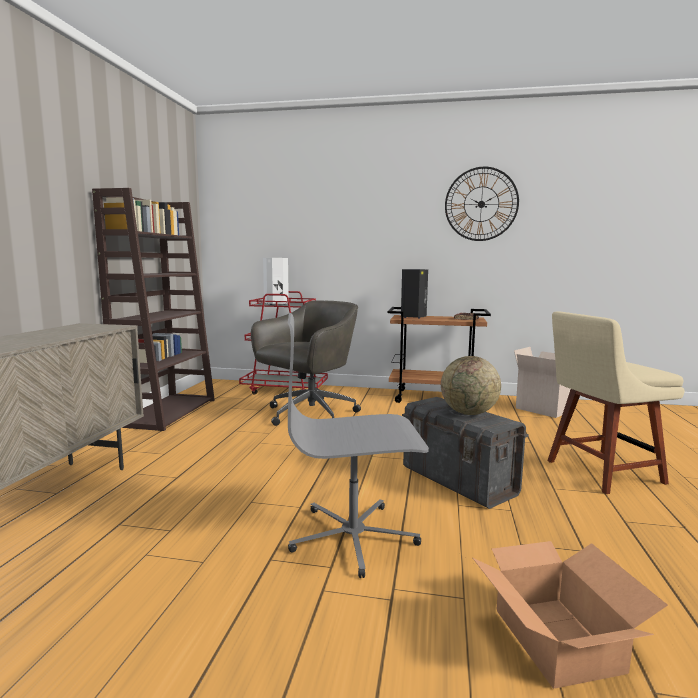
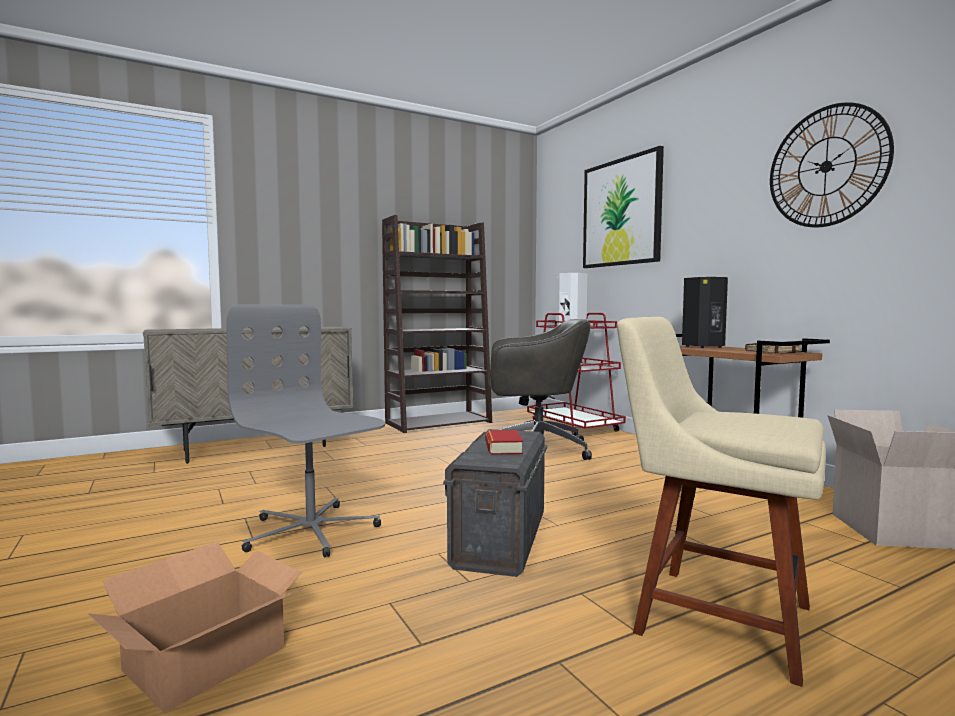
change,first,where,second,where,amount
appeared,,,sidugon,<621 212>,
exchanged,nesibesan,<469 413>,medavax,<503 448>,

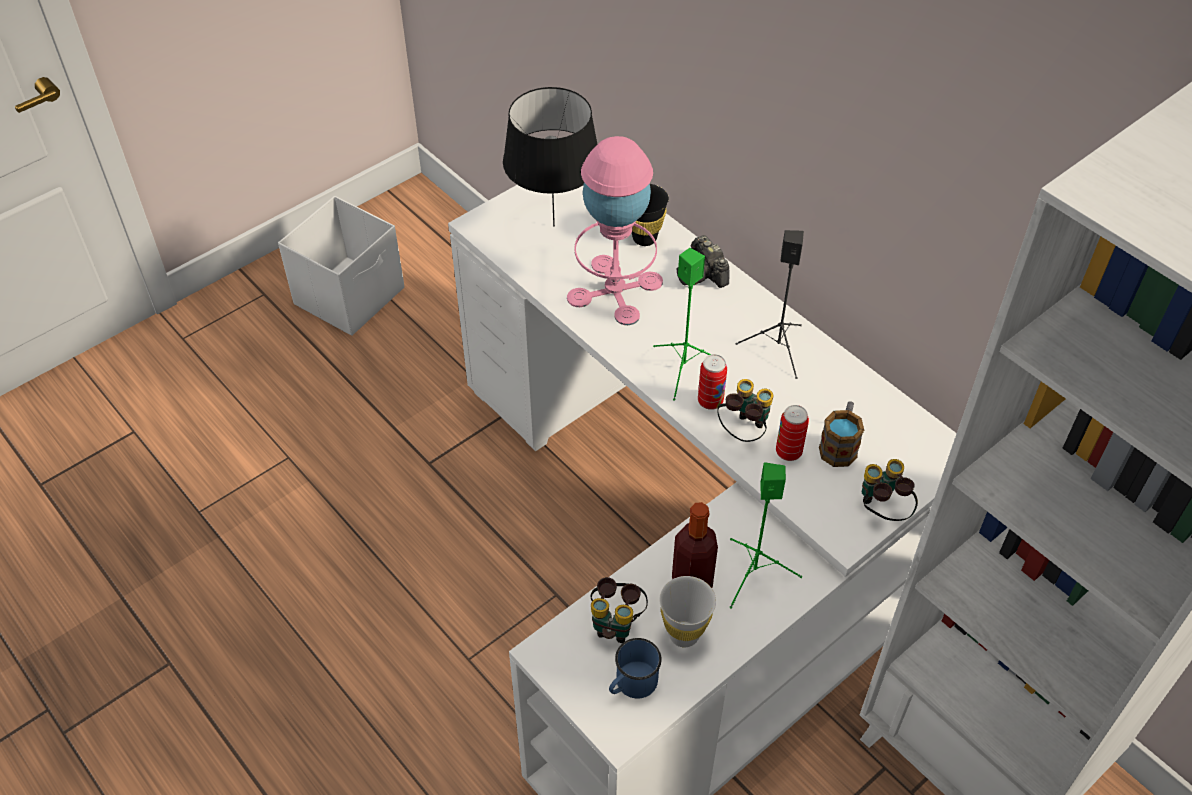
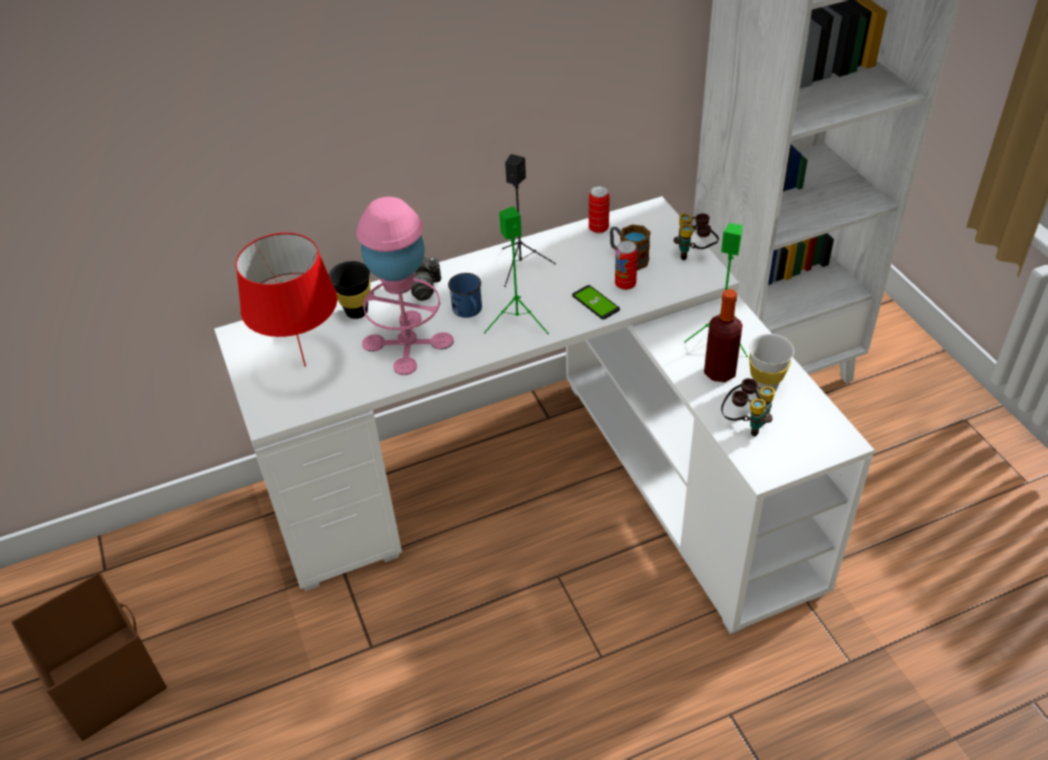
change,first,where,second,where,amount
relocated,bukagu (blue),<631 684>,,<469 311>,
relocated,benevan,<710 401>,,<598 229>,
exchanged,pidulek,<743 431>,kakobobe,<595 303>,
colour,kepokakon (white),<351 296>,kepokakon (brown),<107 680>,
colour,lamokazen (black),<553 225>,lamokazen (red),<304 366>,

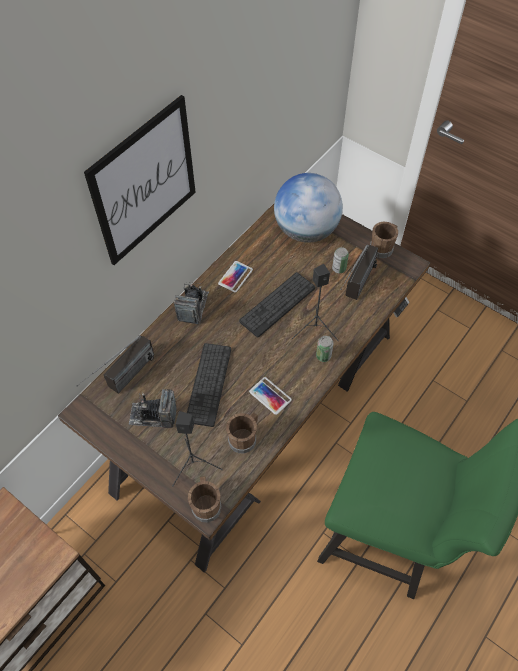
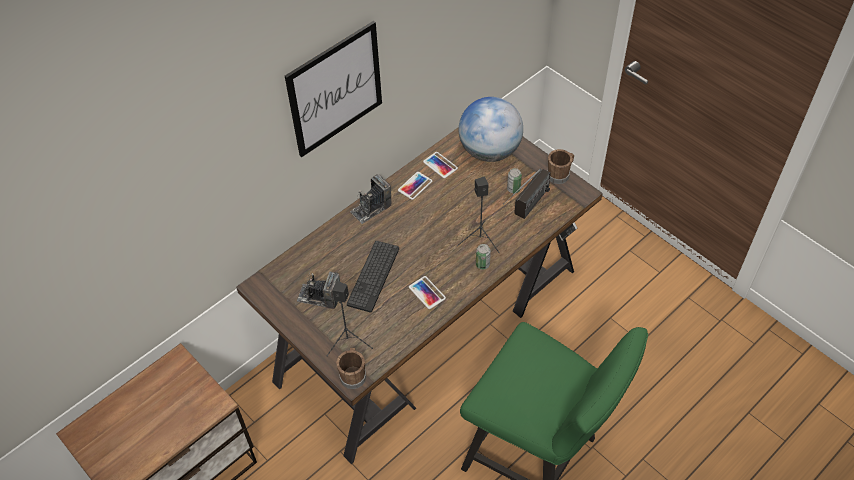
change,first,where,second,where,amount
missing,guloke,<123 382>,,,
missing,bukagu (brown),<244 437>,,,
missing,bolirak,<277 304>,,,
appeared,,,kakobobe,<440 165>,
spun,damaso,<193 307>,,<371 208>,150 degrees counterclockwise

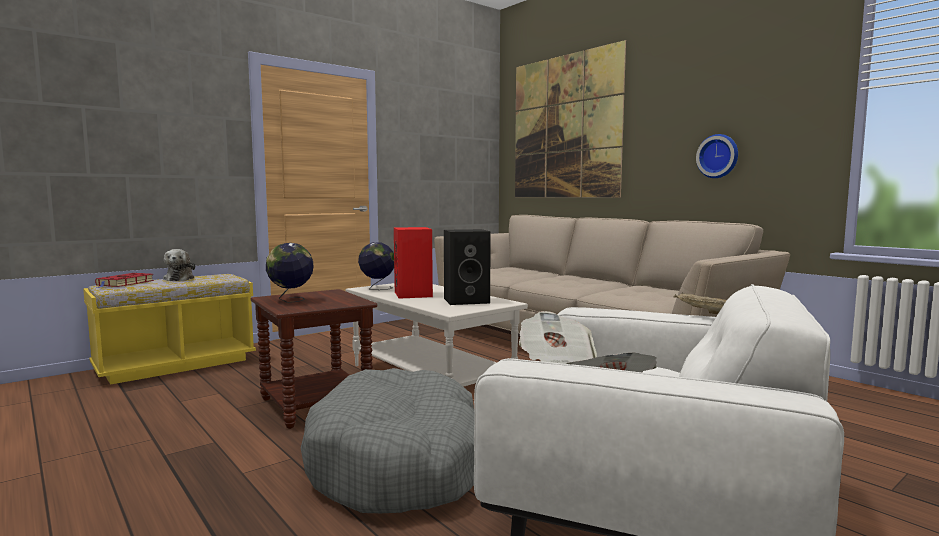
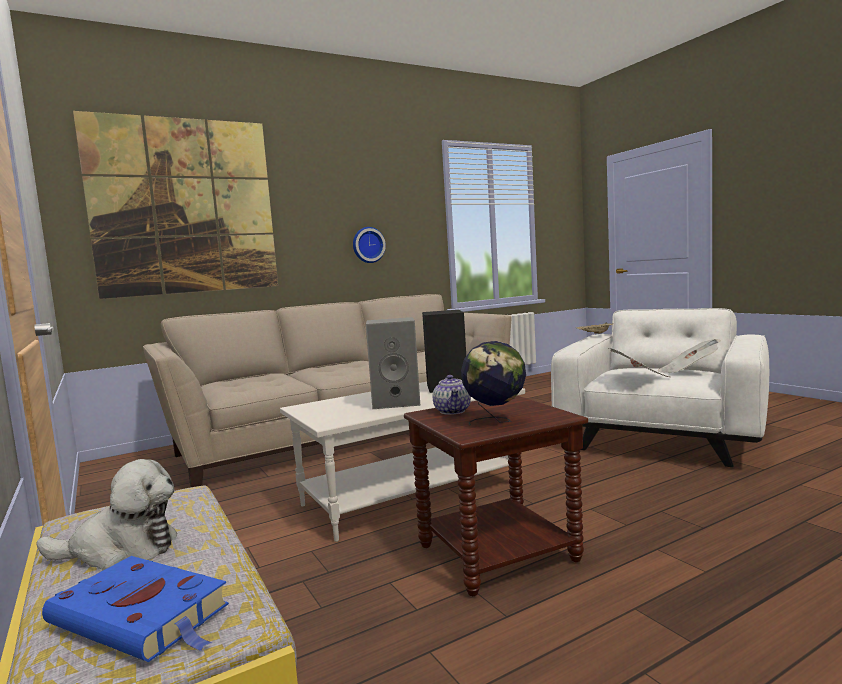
change,first,where,second,where,amount
missing,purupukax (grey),<399 463>,,,
missing,nesibesan,<377 288>,,,
appeared,,,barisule,<453 411>,
colour,medavax (red),<124 283>,medavax (blue),<143 616>,
colour,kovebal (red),<414 294>,kovebal (grey),<397 402>,

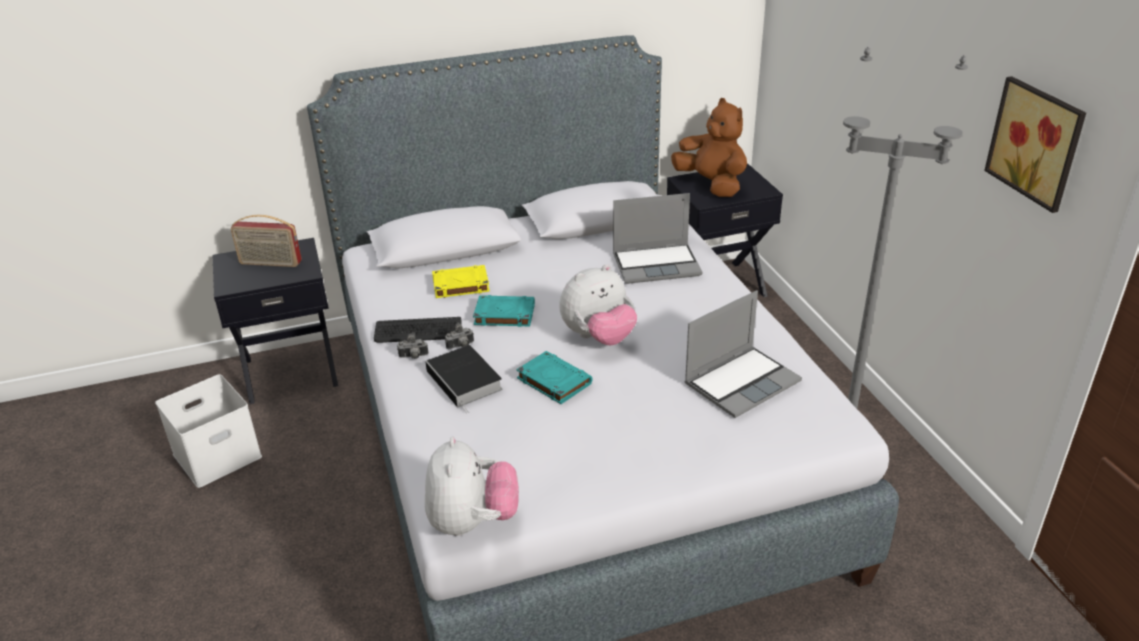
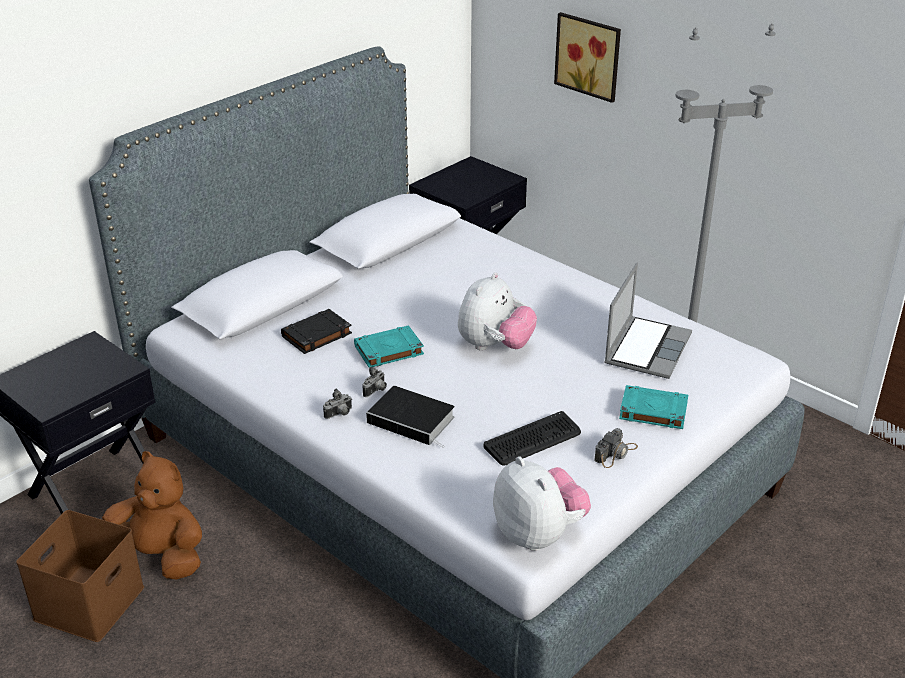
change,first,where,second,where,amount
missing,guloke,<270 263>,,,
missing,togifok,<657 264>,,,
appeared,,,damaso,<615 453>,
relocated,bolirak,<418 331>,,<533 440>,
relocated,medavax (turquoise),<553 381>,,<652 411>,
relocated,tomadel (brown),<711 185>,,<160 555>,
relocated,sidugon,<1038 142>,,<589 56>,
colour,kepokakon (white),<218 454>,kepokakon (brown),<89 601>,
colour,medavax (yellow),<460 285>,medavax (black),<316 335>,

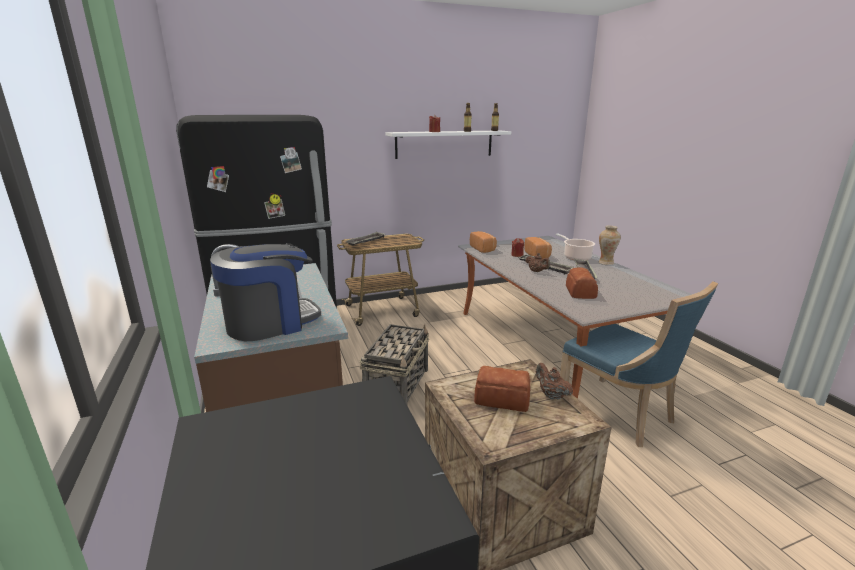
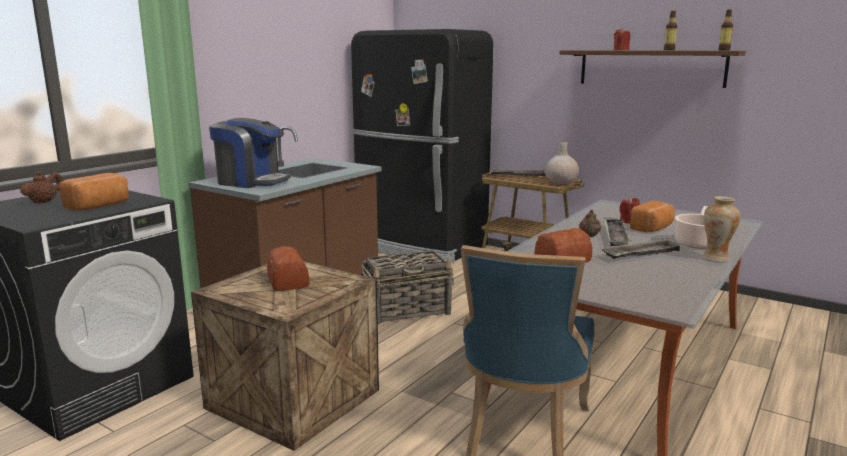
change,first,where,second,where,amount
appeared,,,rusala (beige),<561 182>,
relocated,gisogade,<483 249>,,<99 206>,
relocated,barisule (brown),<551 395>,,<44 202>,
colour,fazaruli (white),<444 144>,fazaruli (brown),<650 68>,

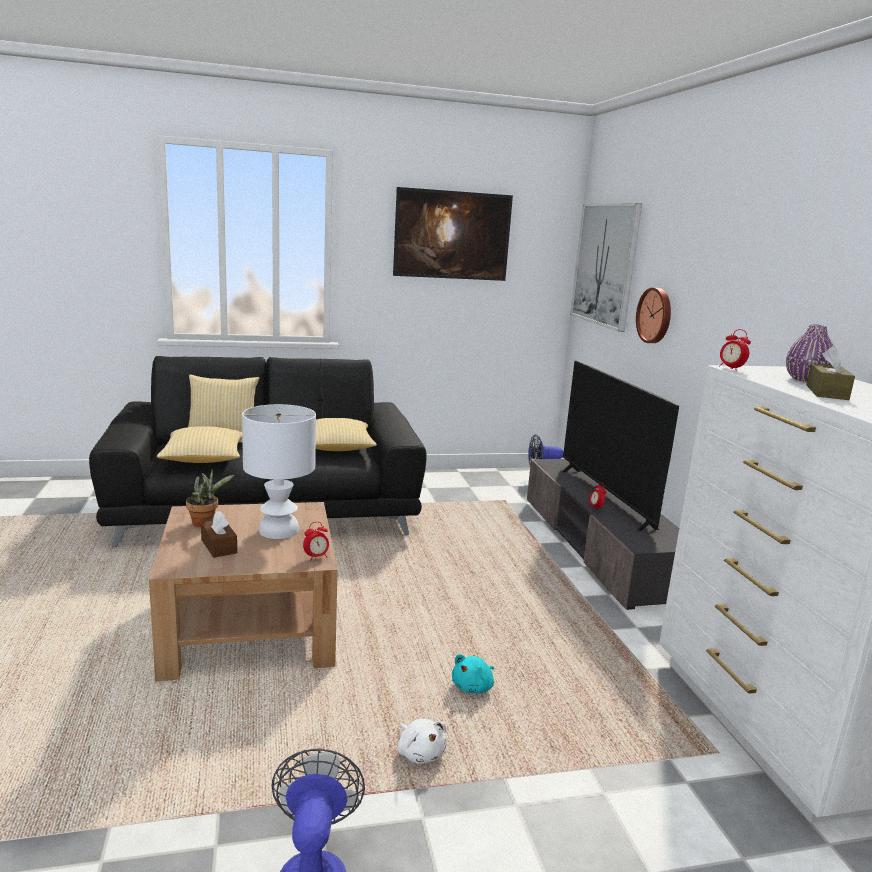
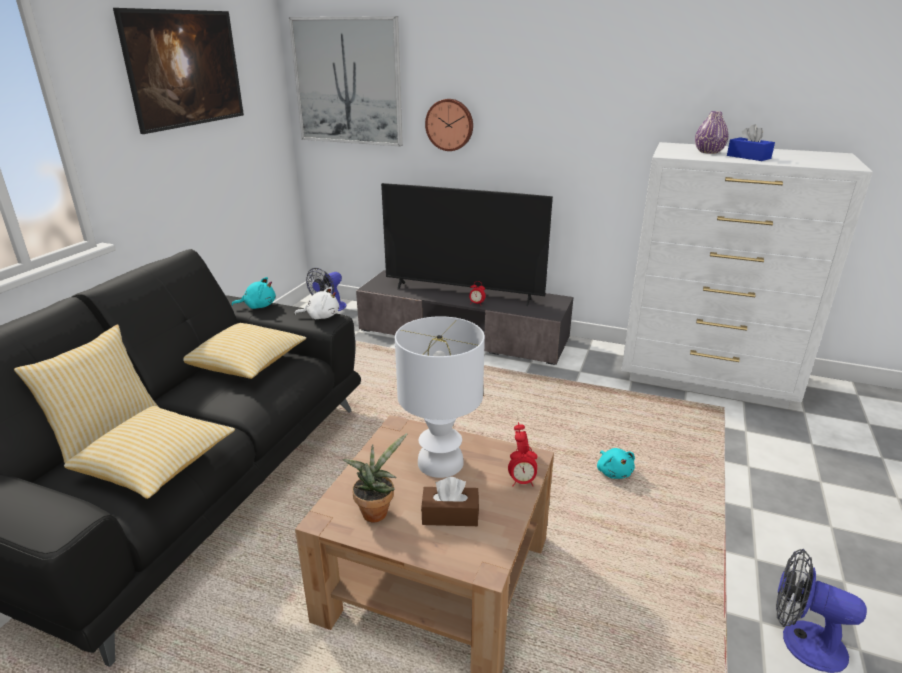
change,first,where,second,where,amount
appeared,,,tomadel (turquoise),<258 306>,
relocated,tomadel (white),<420 753>,,<321 316>,
relocated,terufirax,<731 368>,,<522 482>,
colour,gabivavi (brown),<826 392>,gabivavi (blue),<748 157>,

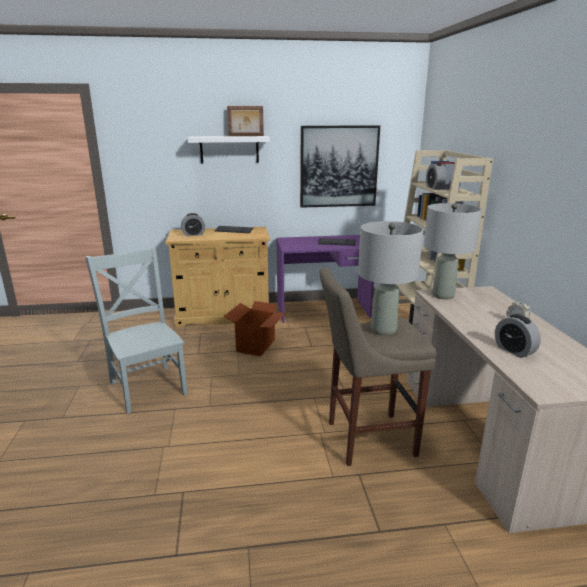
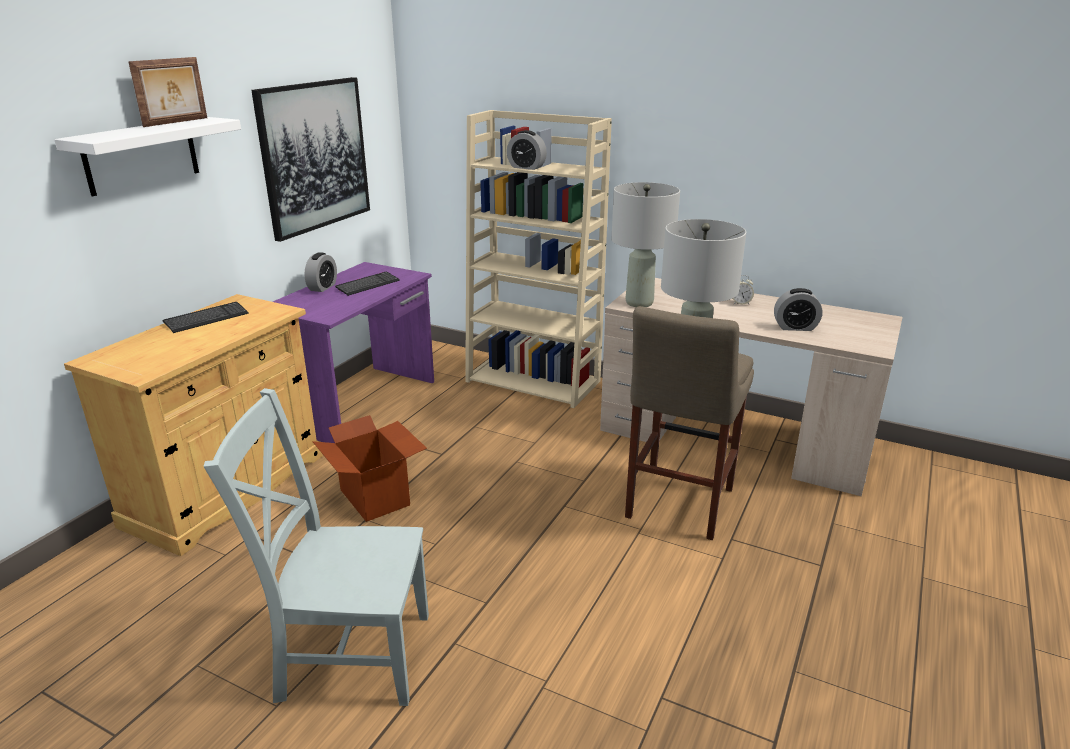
change,first,where,second,where,amount
relocated,terufirax,<193 234>,,<322 287>,

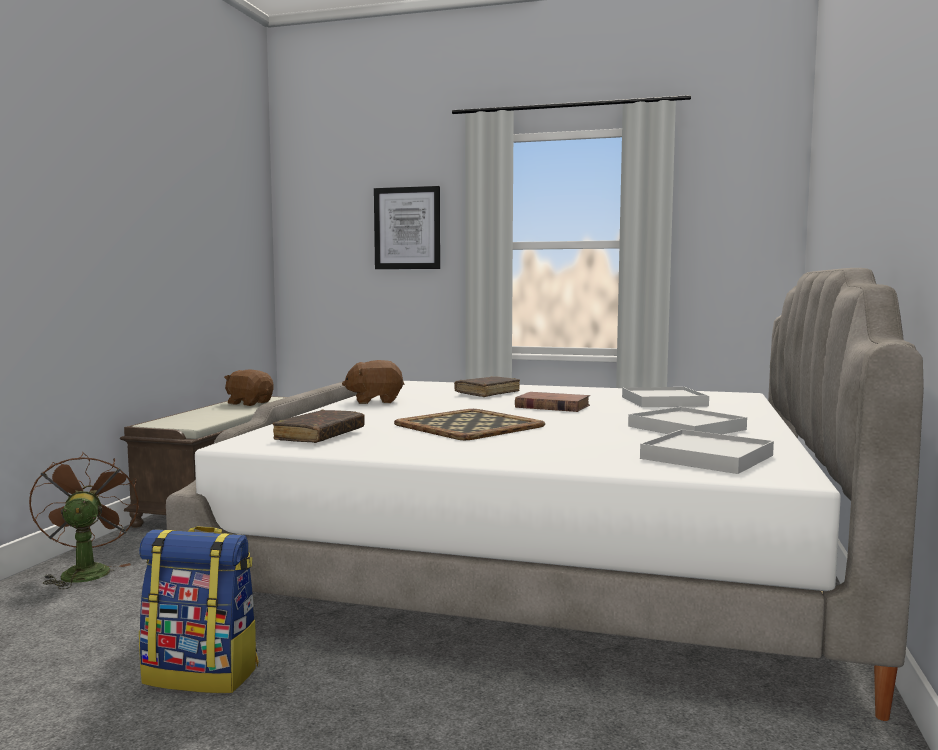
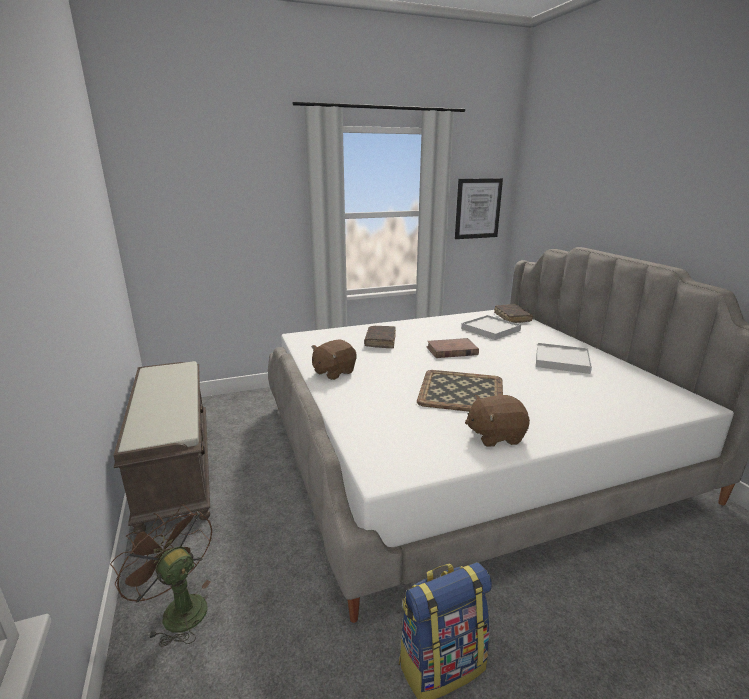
change,first,where,second,where,amount
missing,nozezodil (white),<707 457>,,,
relocated,tomadel (brown),<249 403>,,<495 436>,
relocated,medavax (brown),<320 436>,,<512 317>,
relocated,sidugon,<407 228>,,<477 208>,

